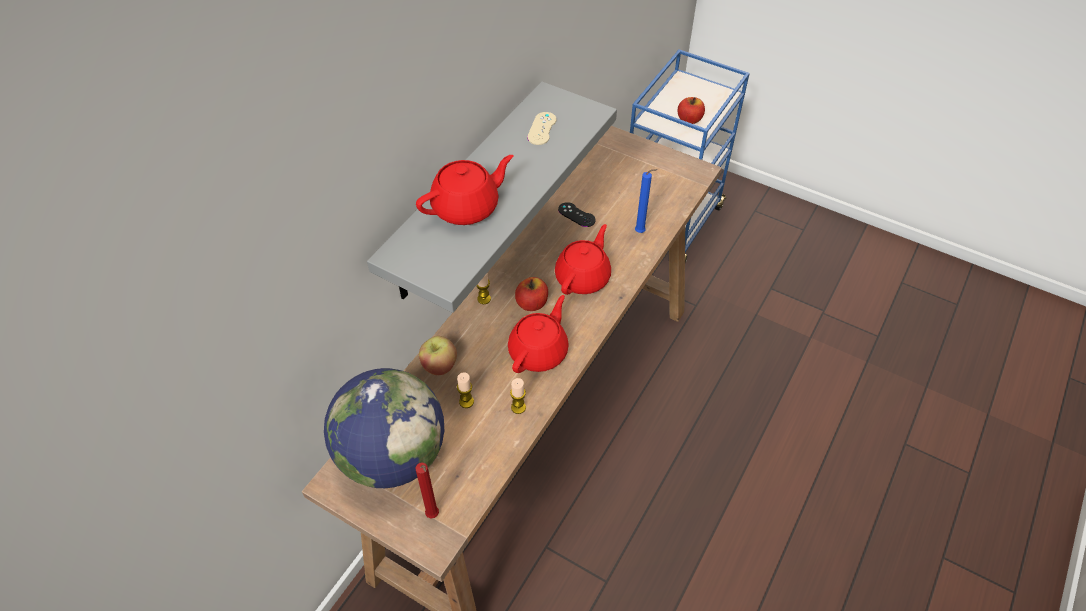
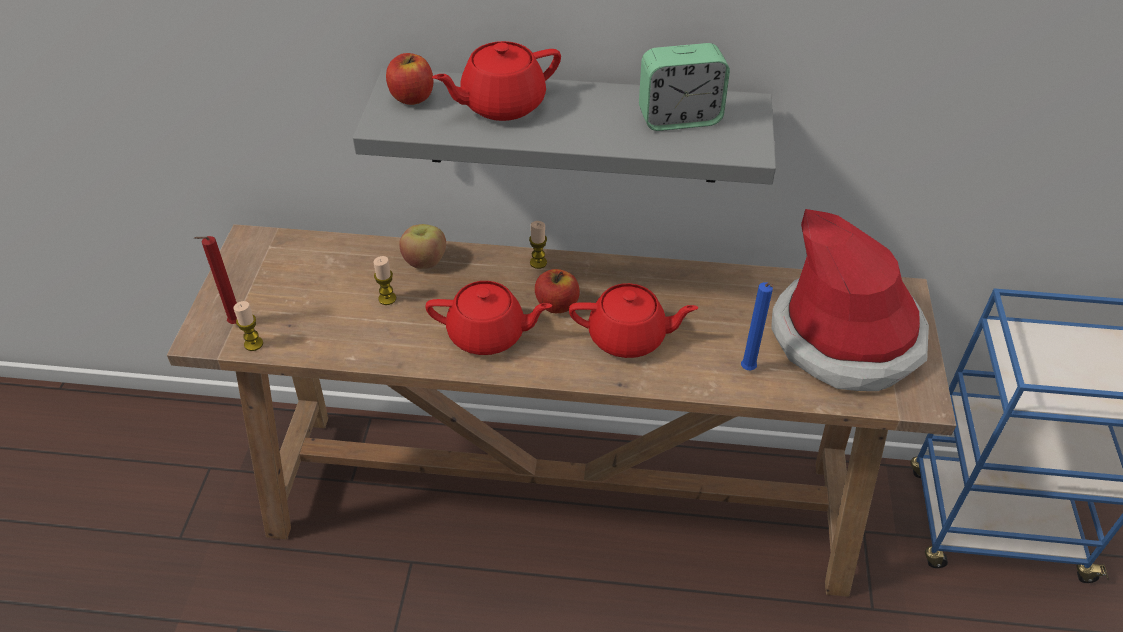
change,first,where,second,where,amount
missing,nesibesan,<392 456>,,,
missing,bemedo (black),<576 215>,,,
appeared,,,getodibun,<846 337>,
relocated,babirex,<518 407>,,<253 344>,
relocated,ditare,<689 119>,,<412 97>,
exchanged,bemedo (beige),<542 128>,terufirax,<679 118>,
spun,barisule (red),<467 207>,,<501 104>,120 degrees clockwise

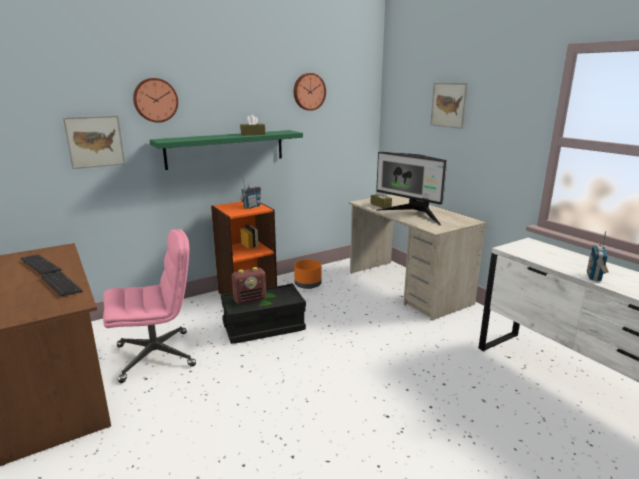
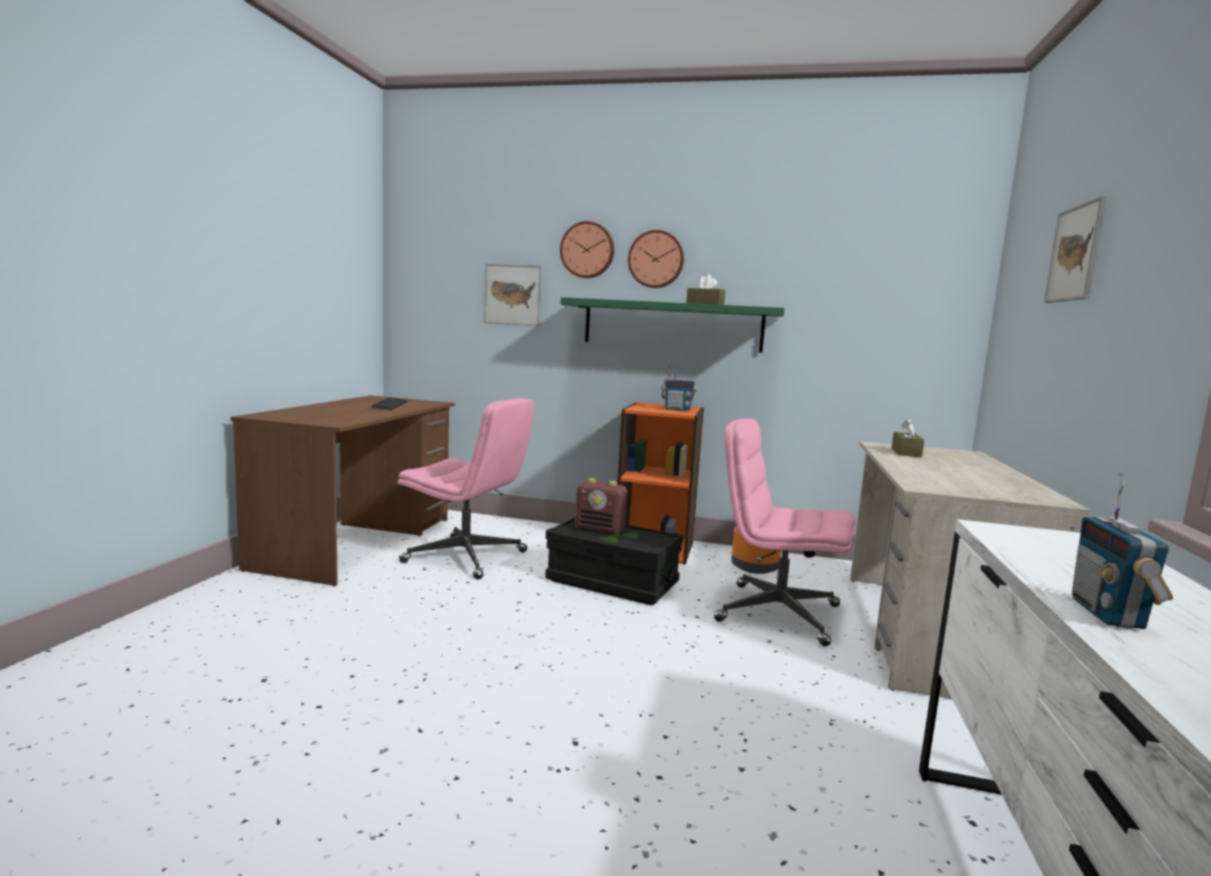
change,first,where,second,where,amount
missing,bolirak,<61 285>,,,
missing,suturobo,<412 215>,,,
appeared,,,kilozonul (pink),<776 613>,
relocated,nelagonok,<308 91>,,<656 259>,
spun,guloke,<594 277>,,<1108 614>,60 degrees counterclockwise

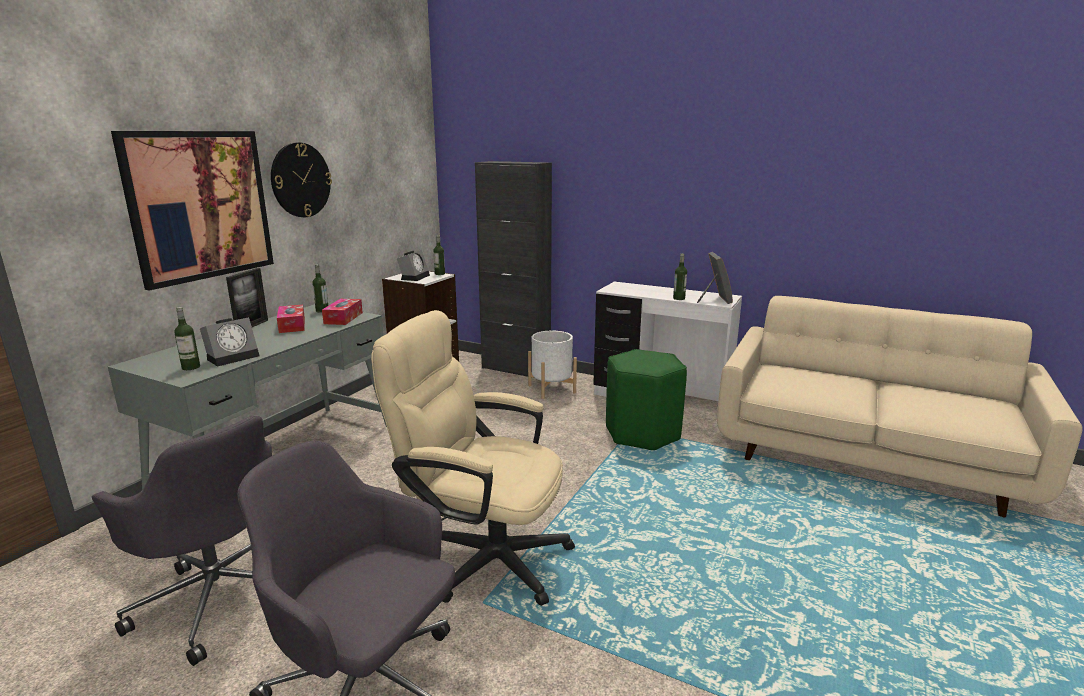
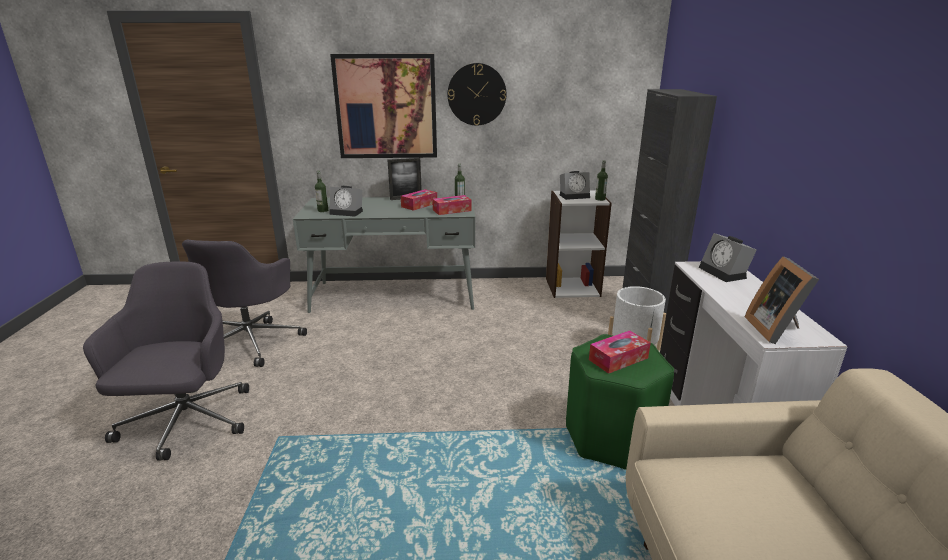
change,first,where,second,where,amount
missing,kilozonul (beige),<482 556>,,,
missing,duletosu,<679 298>,,,
appeared,,,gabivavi,<618 359>,
appeared,,,terufirax,<724 273>,
spun,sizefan,<714 300>,,<776 330>,120 degrees clockwise

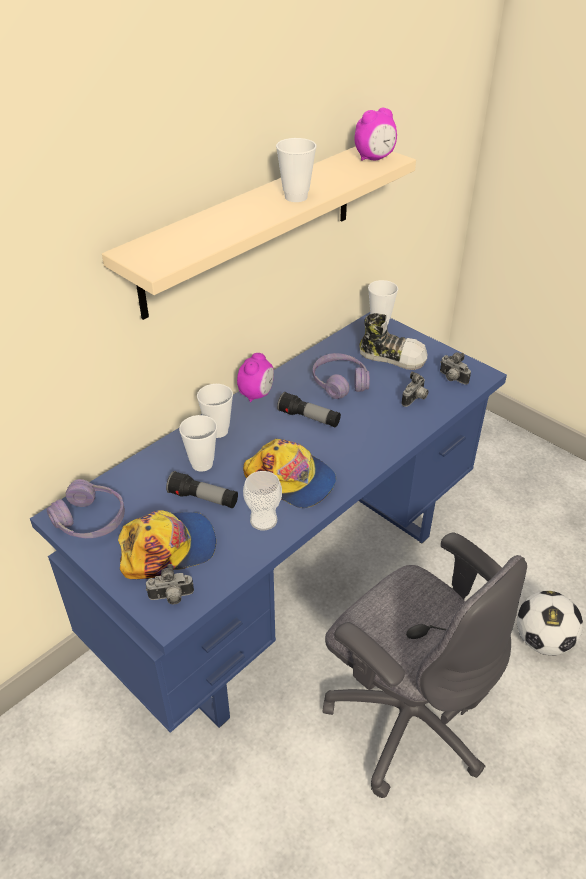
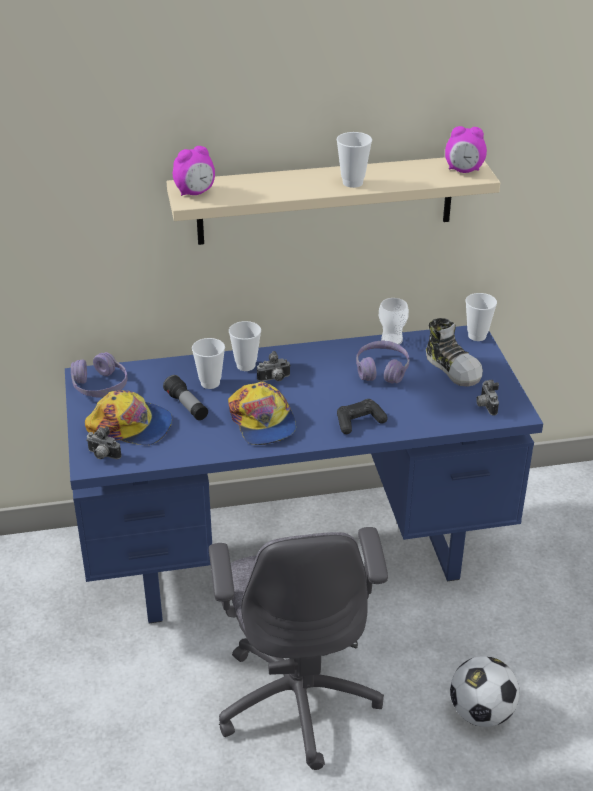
change,first,where,second,where,amount
missing,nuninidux,<309 418>,,,
appeared,,,bemedo (black),<359 422>,
relocated,terufirax,<256 394>,,<195 193>,
relocated,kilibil,<263 520>,,<392 340>,
relocated,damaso,<415 399>,,<274 379>,

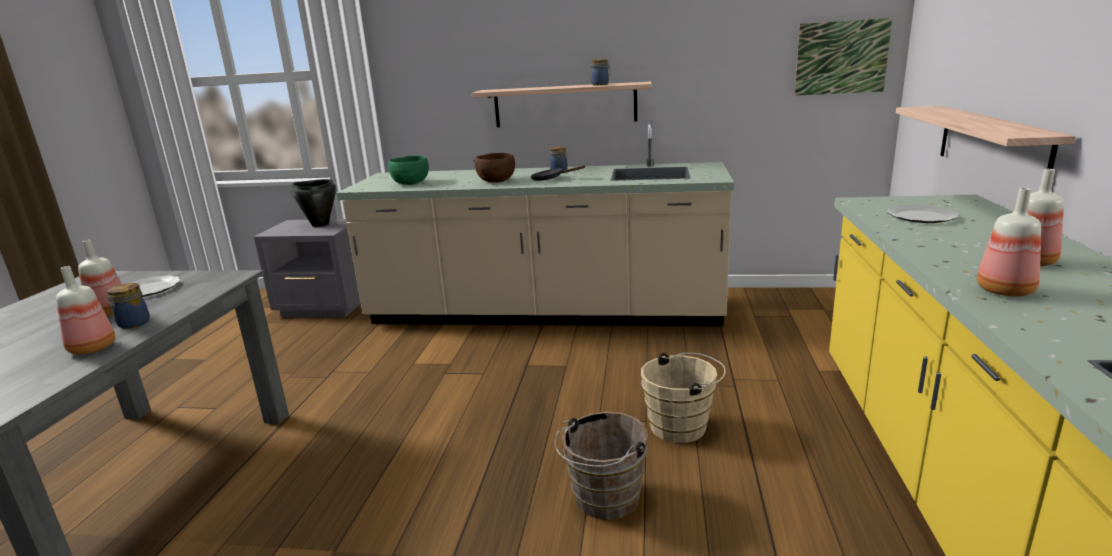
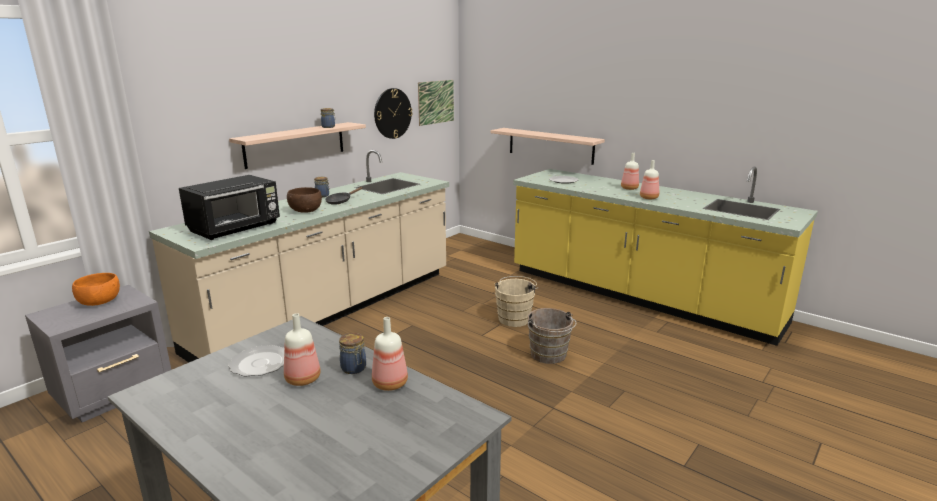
change,first,where,second,where,amount
appeared,,,nelagonok,<392 113>,
exchanged,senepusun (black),<320 224>,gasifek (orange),<99 302>,
exchanged,gasifek (green),<411 183>,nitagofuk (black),<236 228>,

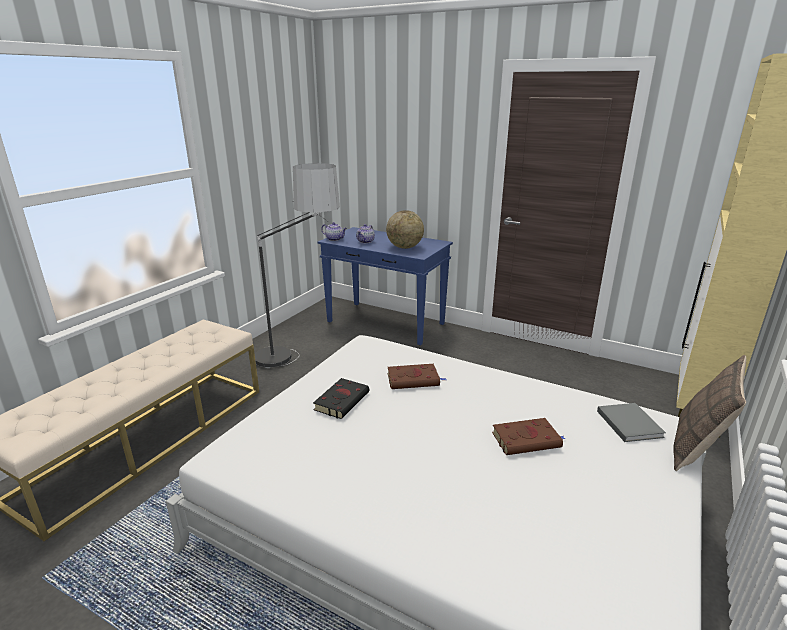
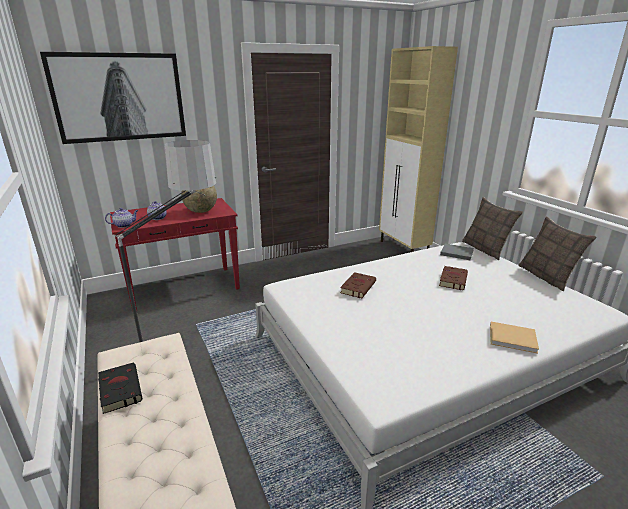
change,first,where,second,where,amount
appeared,,,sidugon,<120 97>,
appeared,,,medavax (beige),<514 339>,
appeared,,,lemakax,<547 277>,
relocated,medavax (black),<342 400>,,<120 389>,
colour,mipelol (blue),<386 323>,mipelol (red),<185 288>,

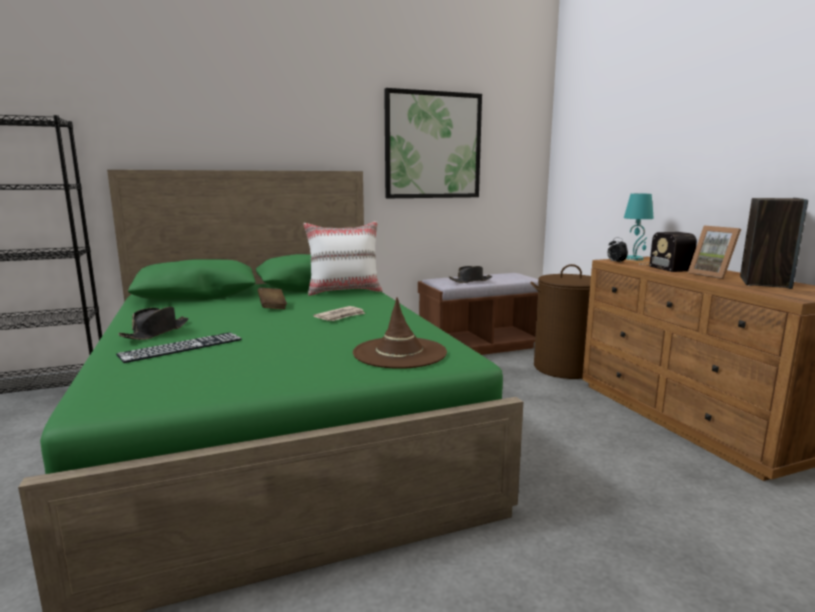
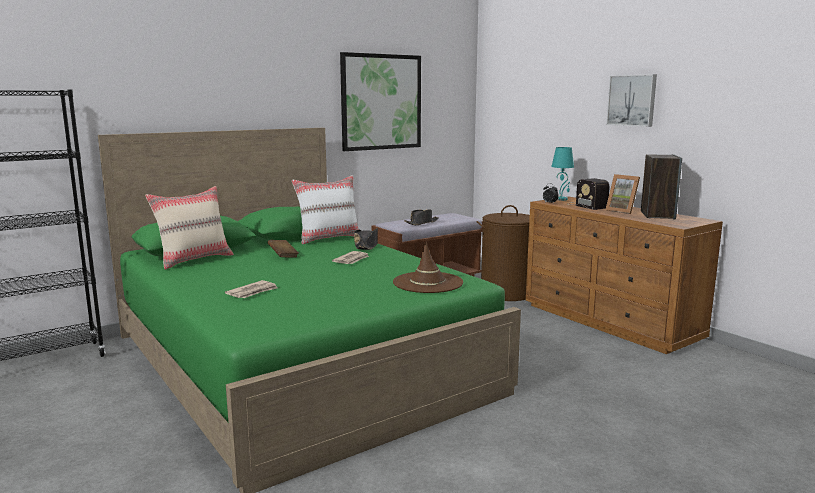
change,first,where,second,where,amount
appeared,,,lemakax (beige),<194 260>,
appeared,,,sidugon,<632 100>,
relocated,getodibun (black),<156 332>,,<366 246>,
exchanged,bolirak,<181 347>,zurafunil,<253 292>,

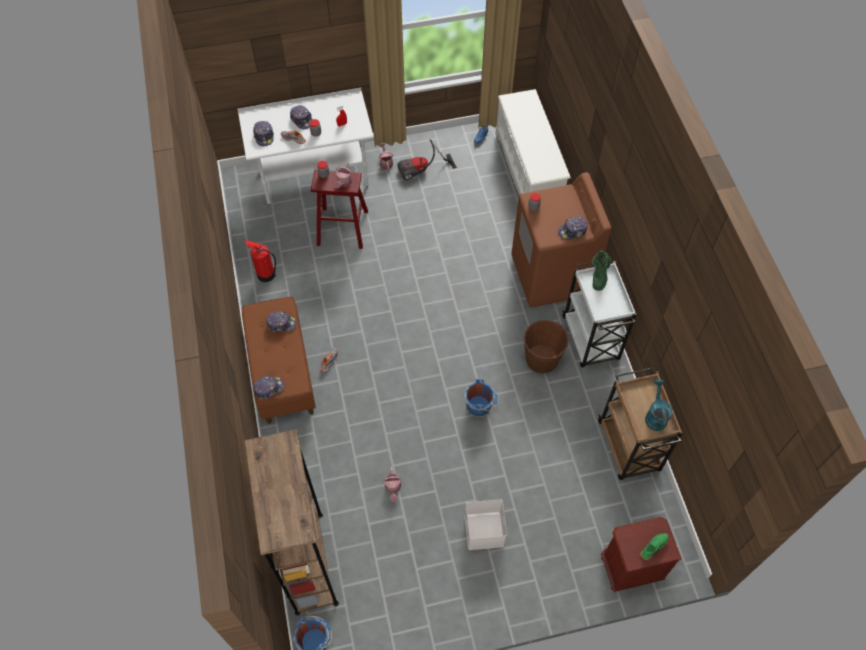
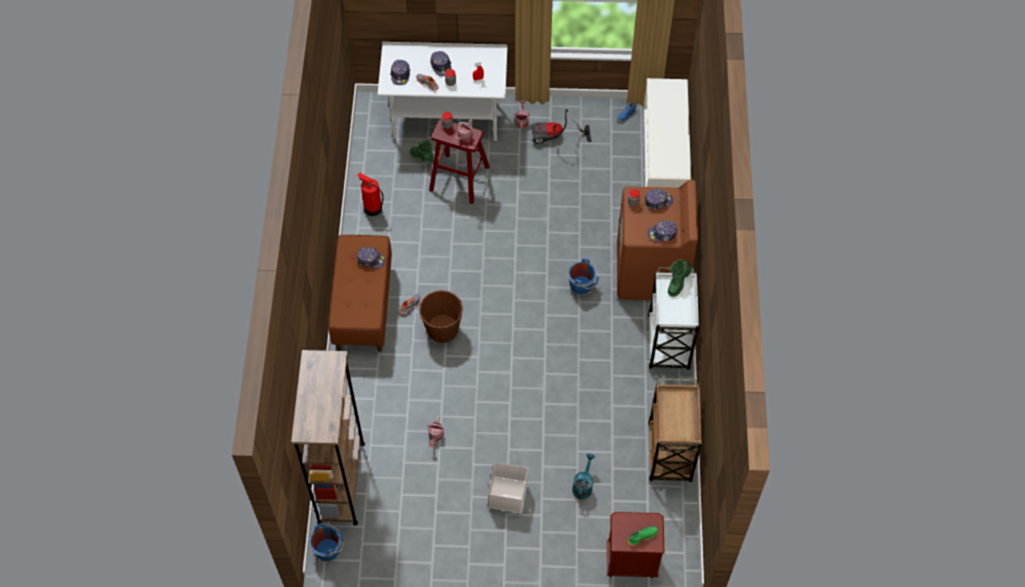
change,first,where,second,where,amount
appeared,,,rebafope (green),<422 159>,
relocated,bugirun,<269 388>,,<658 201>,
relocated,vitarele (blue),<479 406>,,<582 286>,
relocated,vitarele (brown),<541 359>,,<442 329>,
relocated,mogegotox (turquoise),<655 415>,,<583 485>,

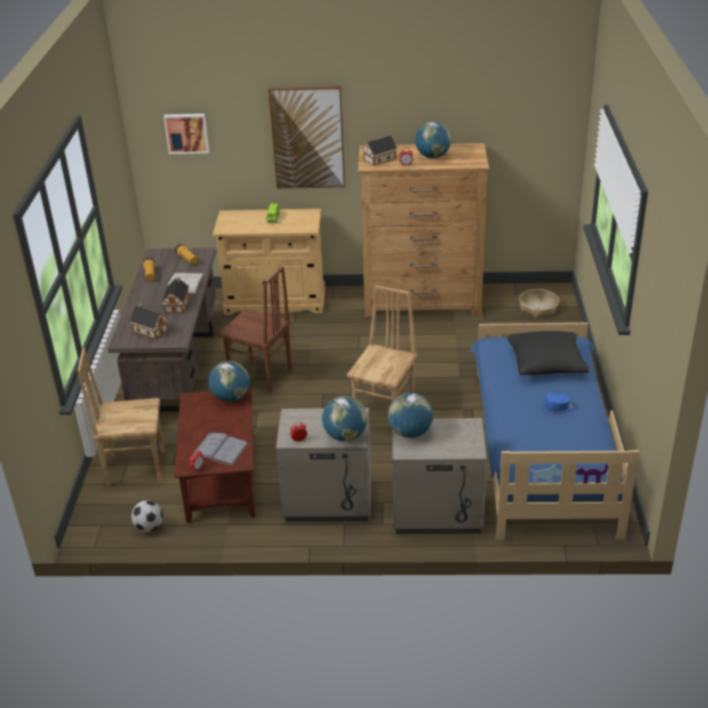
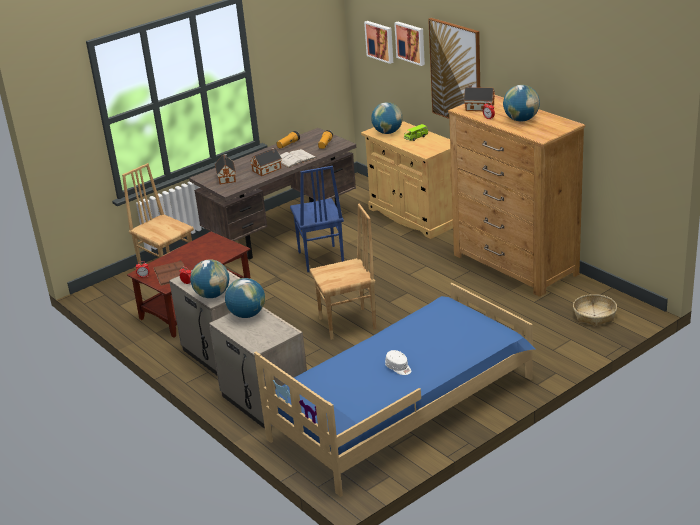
change,first,where,second,where,amount
missing,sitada,<149 527>,,,
missing,lemakax (black),<546 364>,,,
appeared,,,sidugon,<411 42>,
relocated,nesibesan,<231 397>,,<387 132>,
colour,medavax (grey),<220 449>,medavax (brown),<171 273>,
colour,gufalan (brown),<260 376>,gufalan (blue),<320 259>,
colour,bugirun (blue),<559 407>,bugirun (white),<398 368>,

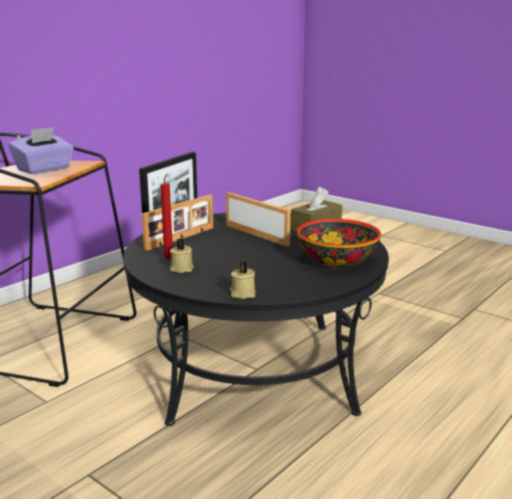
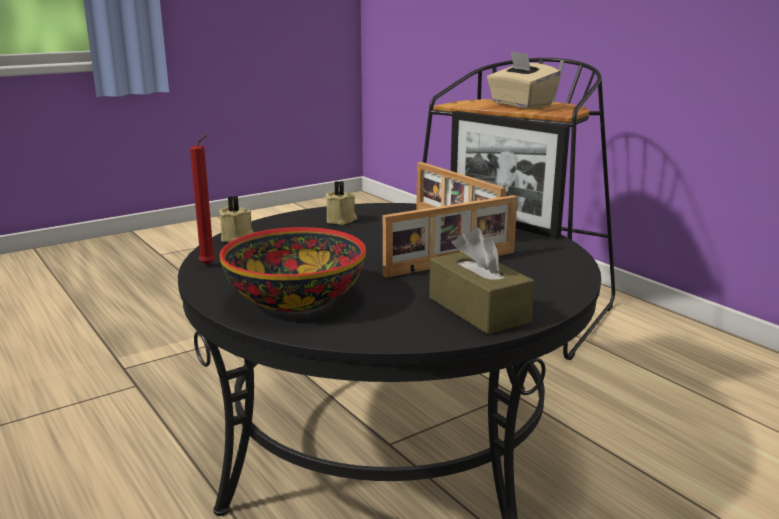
change,first,where,second,where,amount
relocated,babirex (red),<169 259>,,<209 265>,
colour,gabivavi (purple),<44 169>,gabivavi (beige),<520 104>,

